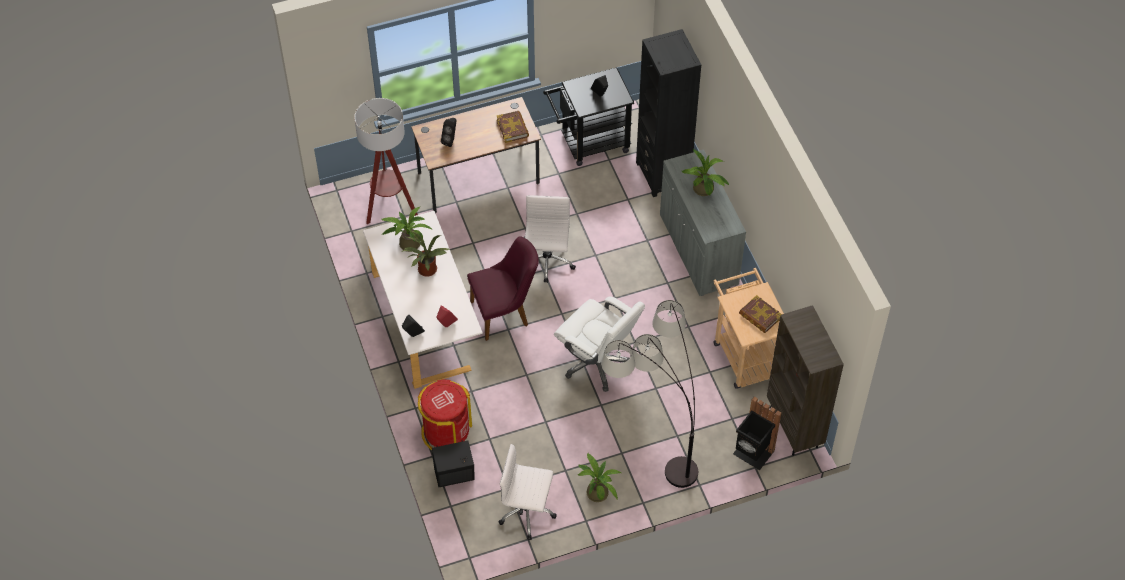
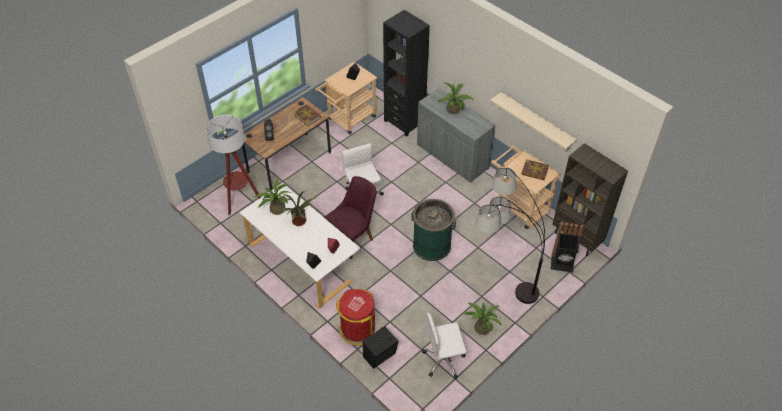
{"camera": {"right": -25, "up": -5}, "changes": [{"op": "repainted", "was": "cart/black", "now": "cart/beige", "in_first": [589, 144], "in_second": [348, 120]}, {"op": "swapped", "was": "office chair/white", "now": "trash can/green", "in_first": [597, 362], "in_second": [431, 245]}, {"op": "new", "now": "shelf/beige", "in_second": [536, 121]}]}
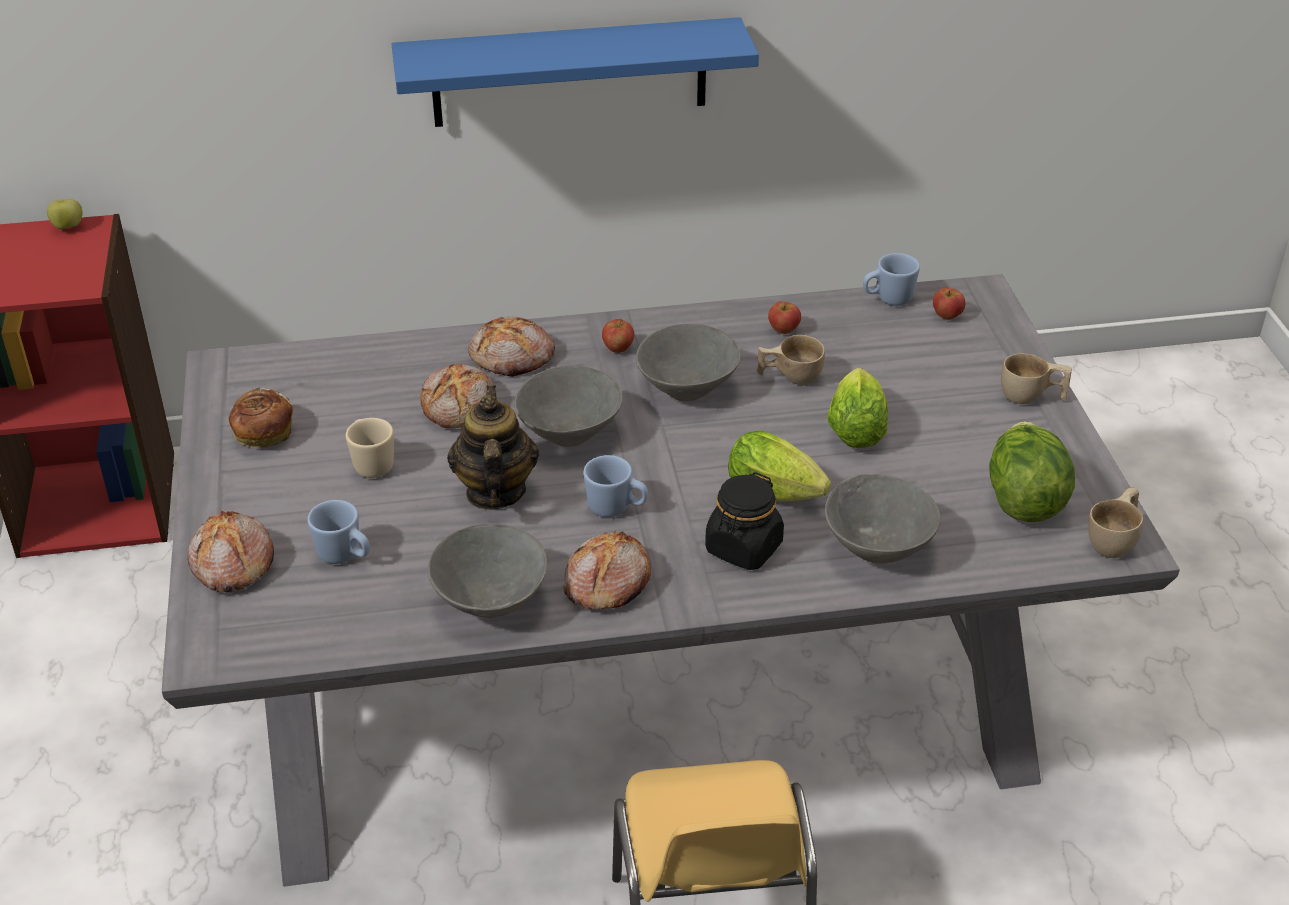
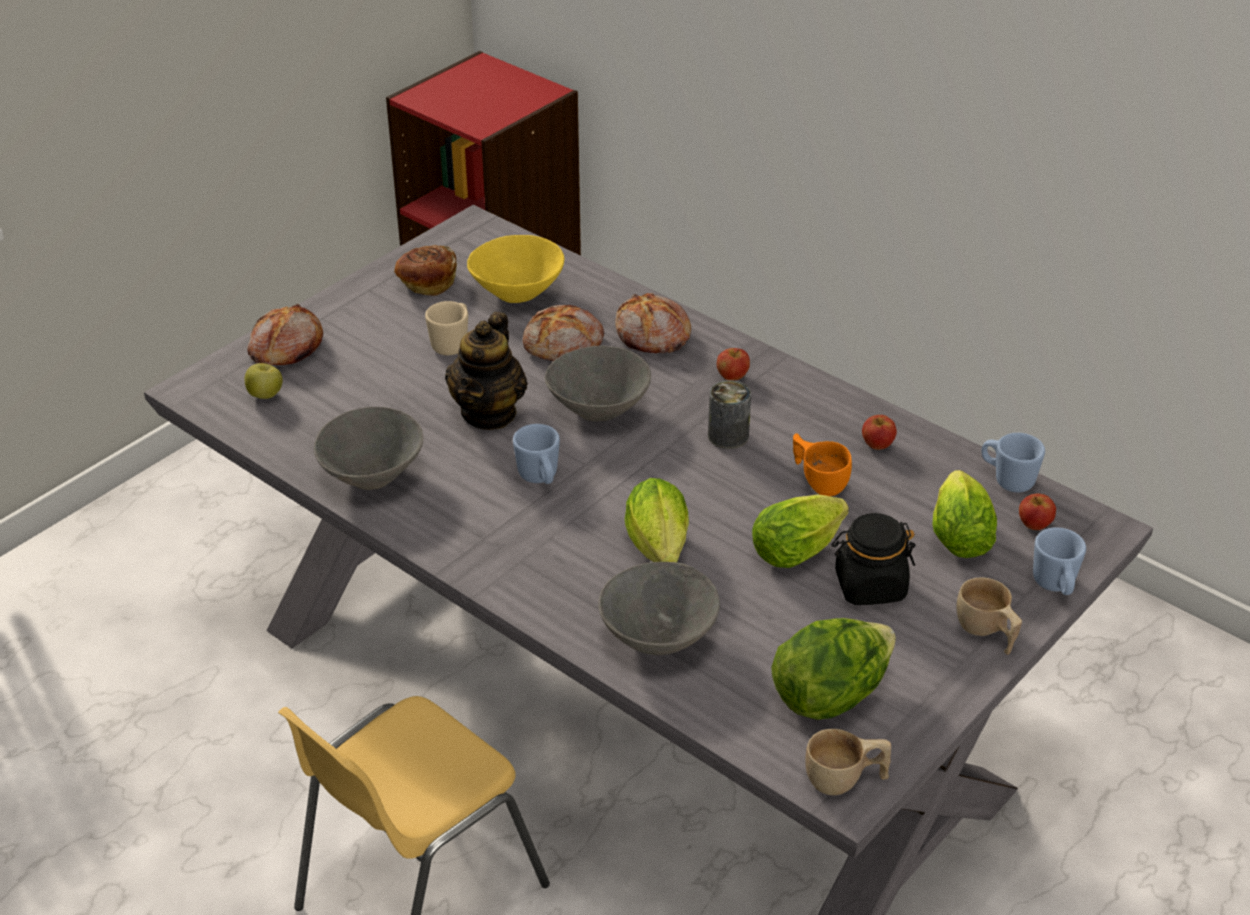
{"camera": {"right": 50, "up": 0}, "changes": [{"op": "gone", "was": "shelf/blue", "in_first": [569, 72]}, {"op": "shifted", "was": "apple", "in_first": [68, 227], "in_second": [265, 395]}, {"op": "swapped", "was": "bowl/grey", "now": "can", "in_first": [685, 389], "in_second": [728, 436]}, {"op": "repainted", "was": "cup/beige", "now": "cup/orange", "in_first": [789, 377], "in_second": [818, 480]}, {"op": "rotated", "was": "teapot", "in_first": [494, 492], "in_second": [489, 413], "clockwise": 150}, {"op": "shifted", "was": "jar/black", "in_first": [743, 548], "in_second": [869, 586]}, {"op": "shifted", "was": "mug/blue", "in_first": [345, 556], "in_second": [1055, 586]}, {"op": "gone", "was": "bread", "in_first": [605, 582]}, {"op": "new", "now": "bowl/yellow", "in_second": [516, 292]}, {"op": "new", "now": "lettuce", "in_second": [958, 533]}]}
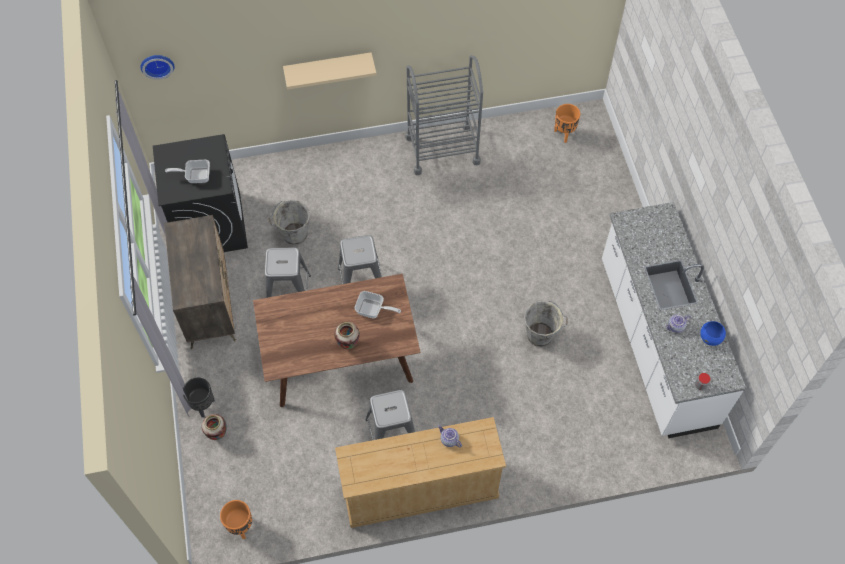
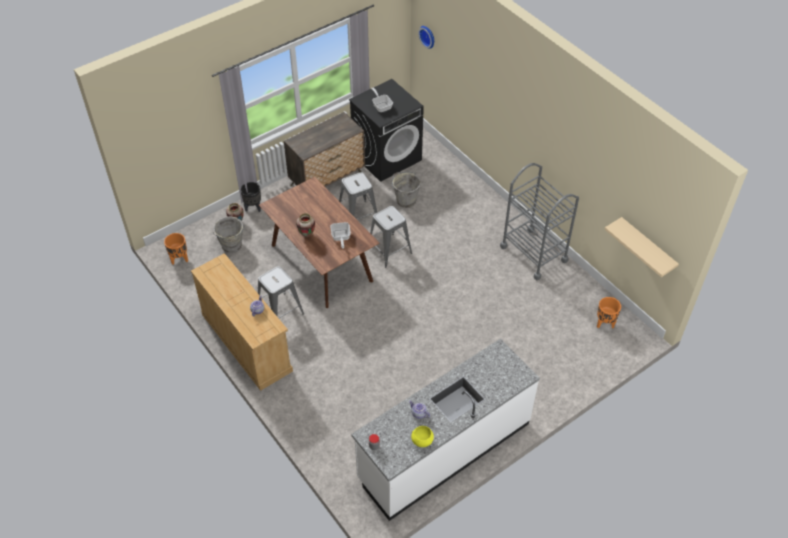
{"camera": {"right": 65, "up": -10}, "changes": [{"op": "shifted", "was": "shelf/beige", "in_first": [328, 67], "in_second": [647, 247]}, {"op": "shifted", "was": "bucket/grey", "in_first": [541, 335], "in_second": [232, 246]}, {"op": "repainted", "was": "bowl/blue", "now": "bowl/yellow", "in_first": [710, 338], "in_second": [422, 441]}]}
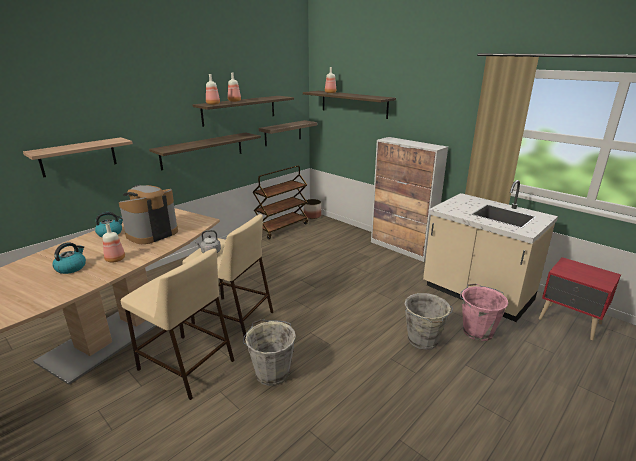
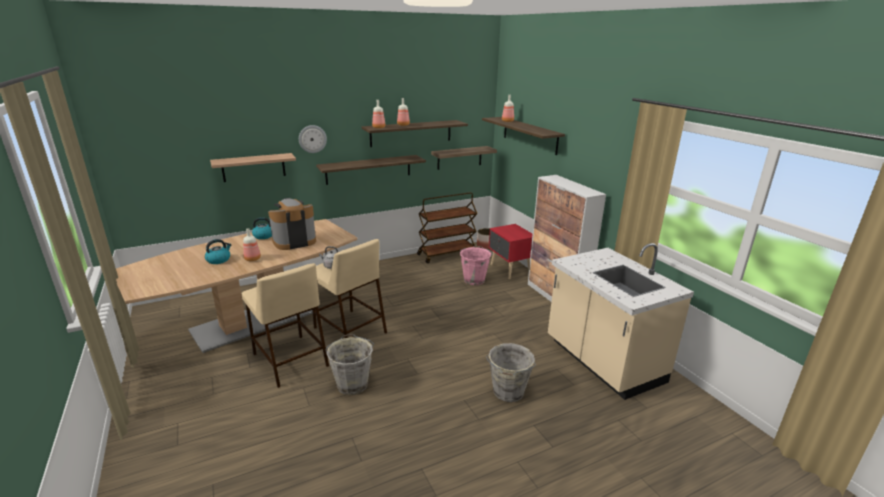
{"camera": {"right": 20, "up": 0}, "changes": [{"op": "shifted", "was": "nightstand/red", "in_first": [570, 322], "in_second": [509, 270]}, {"op": "shifted", "was": "bucket/pink", "in_first": [477, 331], "in_second": [474, 279]}, {"op": "new", "now": "wall clock", "in_second": [312, 139]}]}
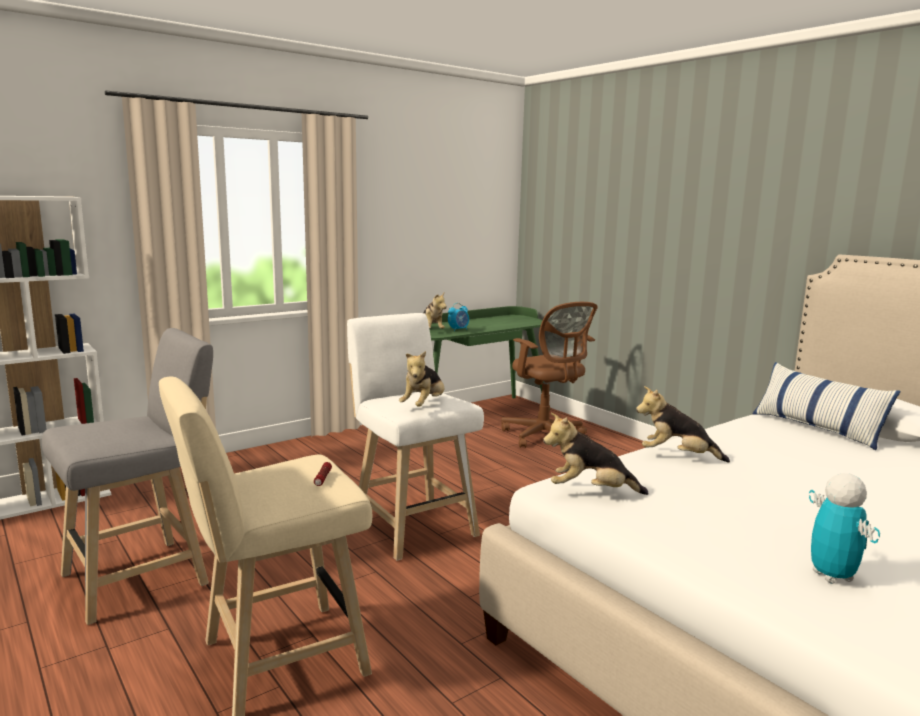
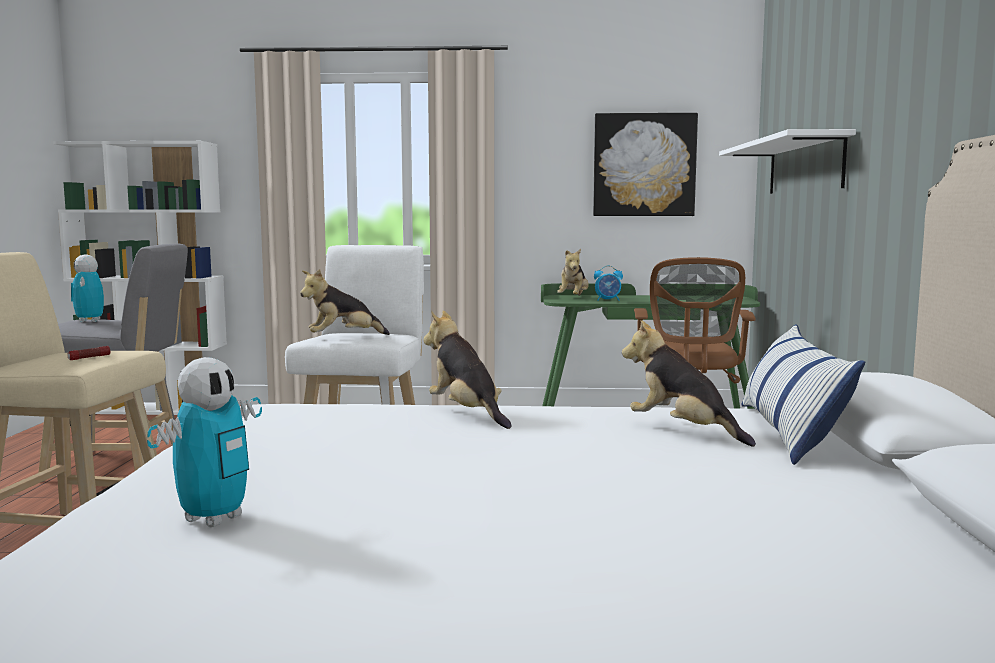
{"camera": {"right": 40, "up": -5}, "changes": [{"op": "shifted", "was": "plush toy", "in_first": [590, 491], "in_second": [683, 431]}, {"op": "new", "now": "picture", "in_second": [644, 165]}, {"op": "new", "now": "shelf/white", "in_second": [804, 166]}, {"op": "new", "now": "toy robot", "in_second": [89, 321]}]}
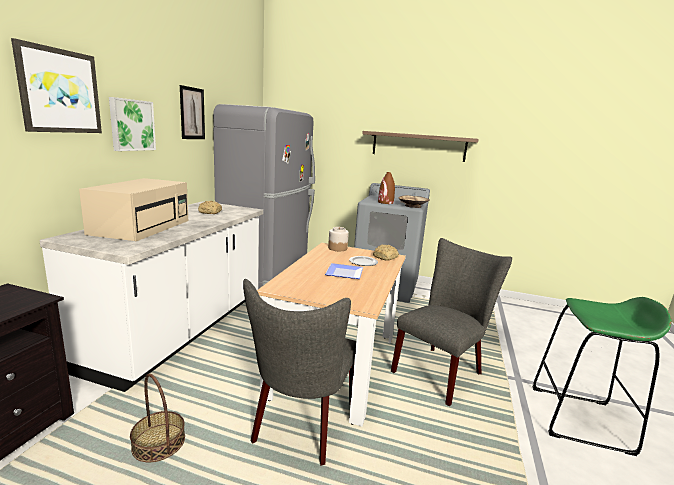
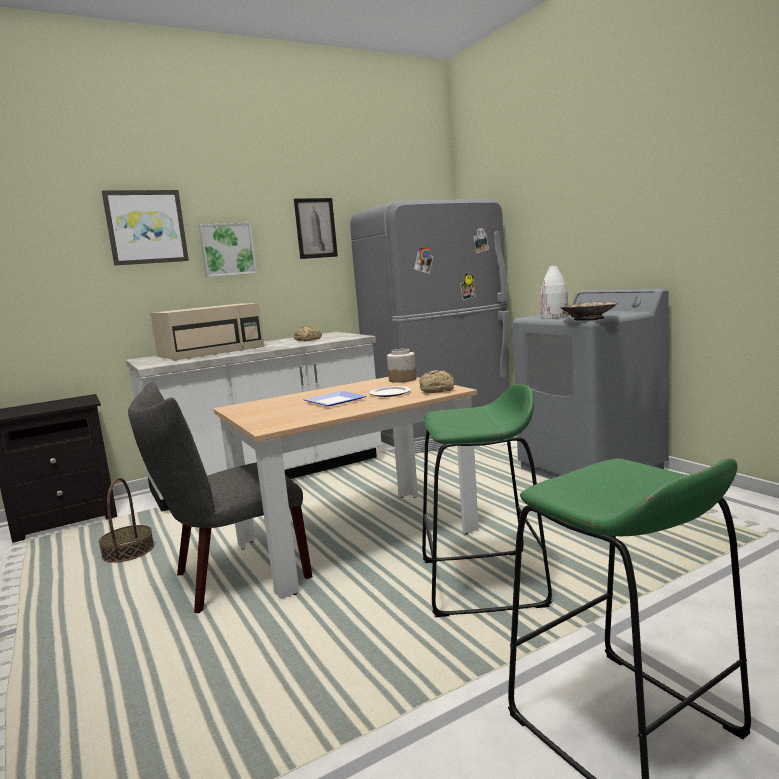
{"camera": {"right": 45, "up": -5}, "changes": [{"op": "gone", "was": "shelf", "in_first": [418, 146]}, {"op": "repainted", "was": "vase/brown", "now": "vase/white", "in_first": [385, 202], "in_second": [554, 317]}, {"op": "swapped", "was": "chair/grey", "now": "stool/green", "in_first": [441, 371], "in_second": [483, 582]}]}
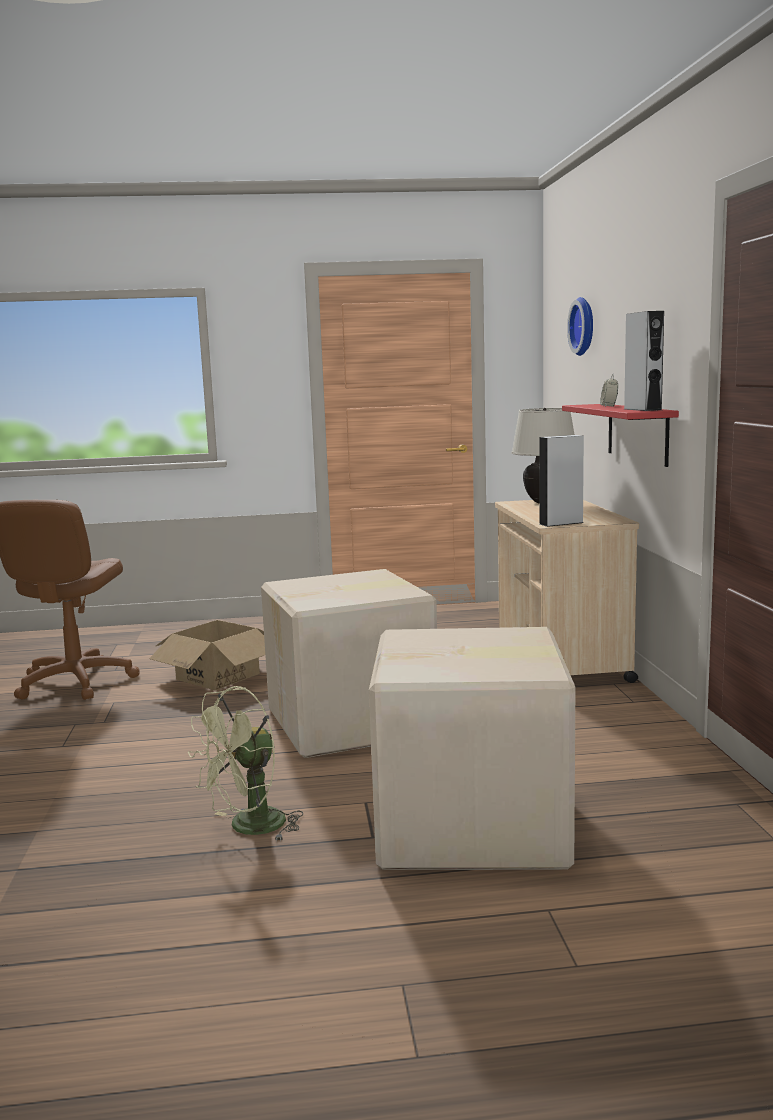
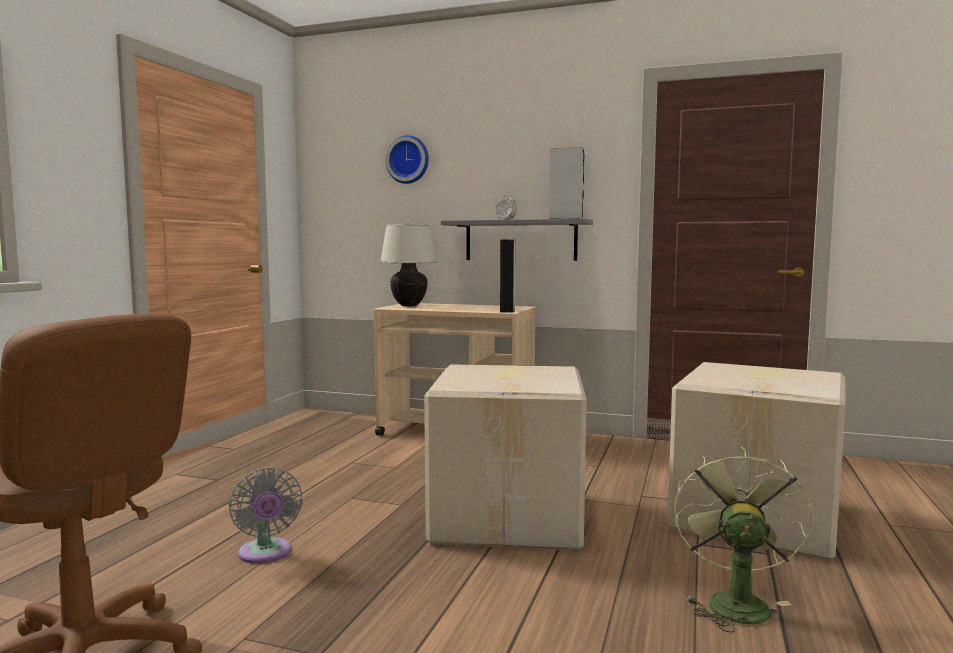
{"camera": {"right": -65, "up": -5}, "changes": [{"op": "repainted", "was": "shelf/red", "now": "shelf/grey", "in_first": [637, 433], "in_second": [520, 240]}, {"op": "swapped", "was": "cardboard box", "now": "fan/grey", "in_first": [218, 676], "in_second": [265, 554]}, {"op": "rotated", "was": "fan/green", "in_first": [248, 828], "in_second": [734, 602], "clockwise": -150}]}
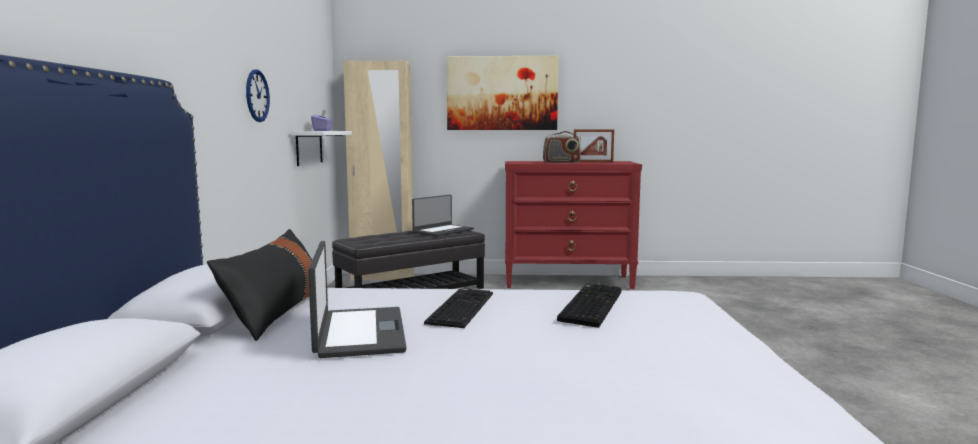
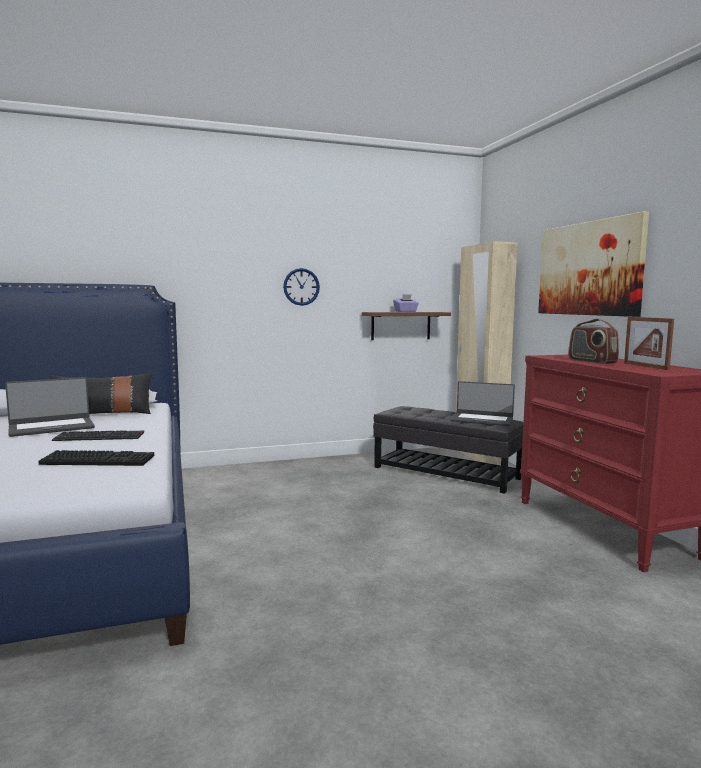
{"camera": {"right": 70, "up": 0}, "changes": [{"op": "repainted", "was": "shelf/white", "now": "shelf/brown", "in_first": [309, 147], "in_second": [401, 325]}]}
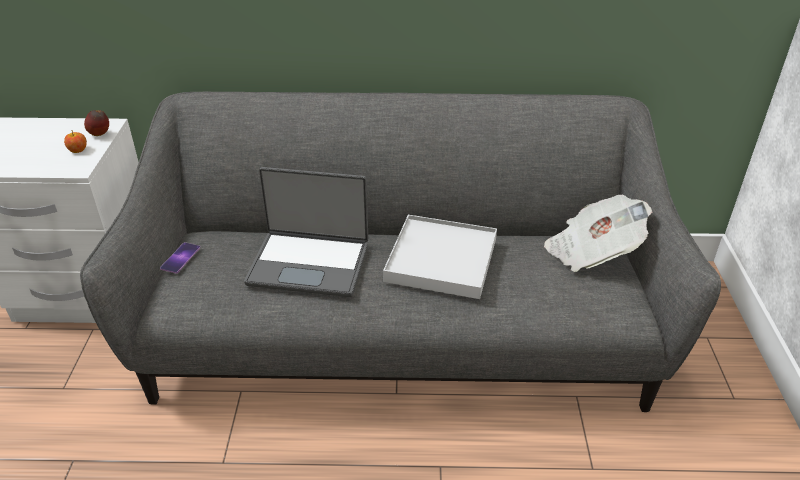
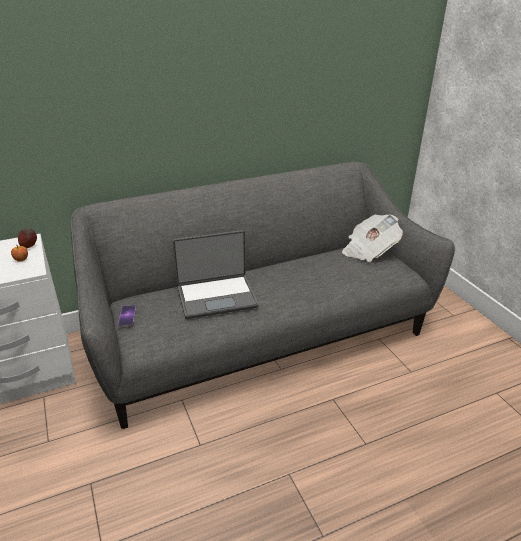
{"camera": {"right": -25, "up": -5}, "changes": [{"op": "gone", "was": "tray/white", "in_first": [442, 260]}]}
